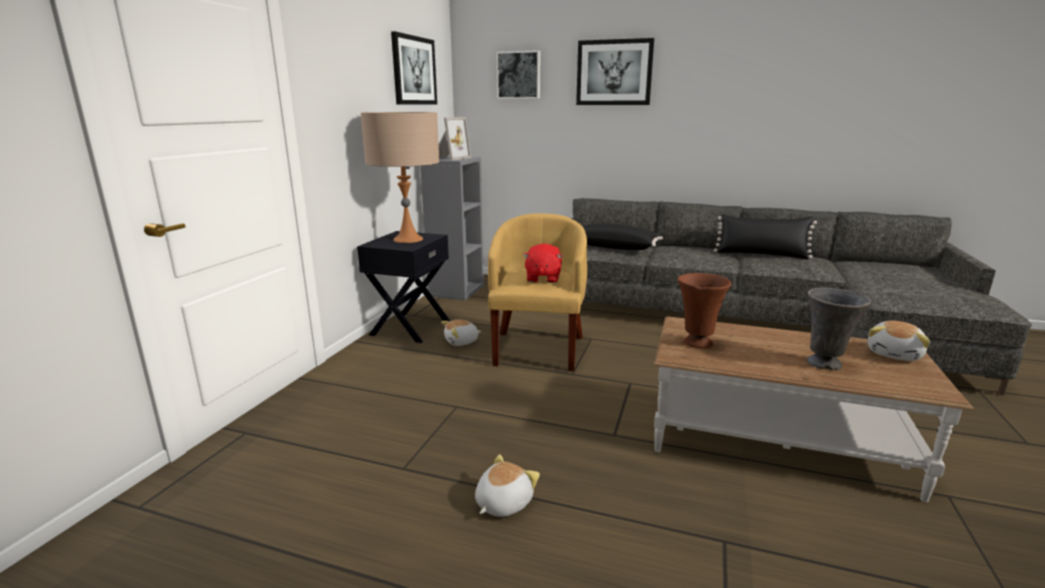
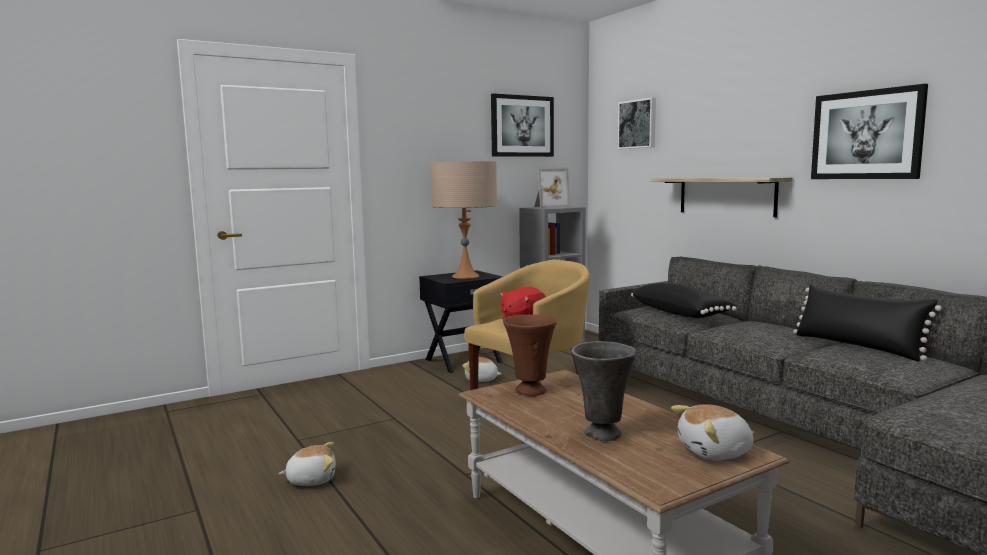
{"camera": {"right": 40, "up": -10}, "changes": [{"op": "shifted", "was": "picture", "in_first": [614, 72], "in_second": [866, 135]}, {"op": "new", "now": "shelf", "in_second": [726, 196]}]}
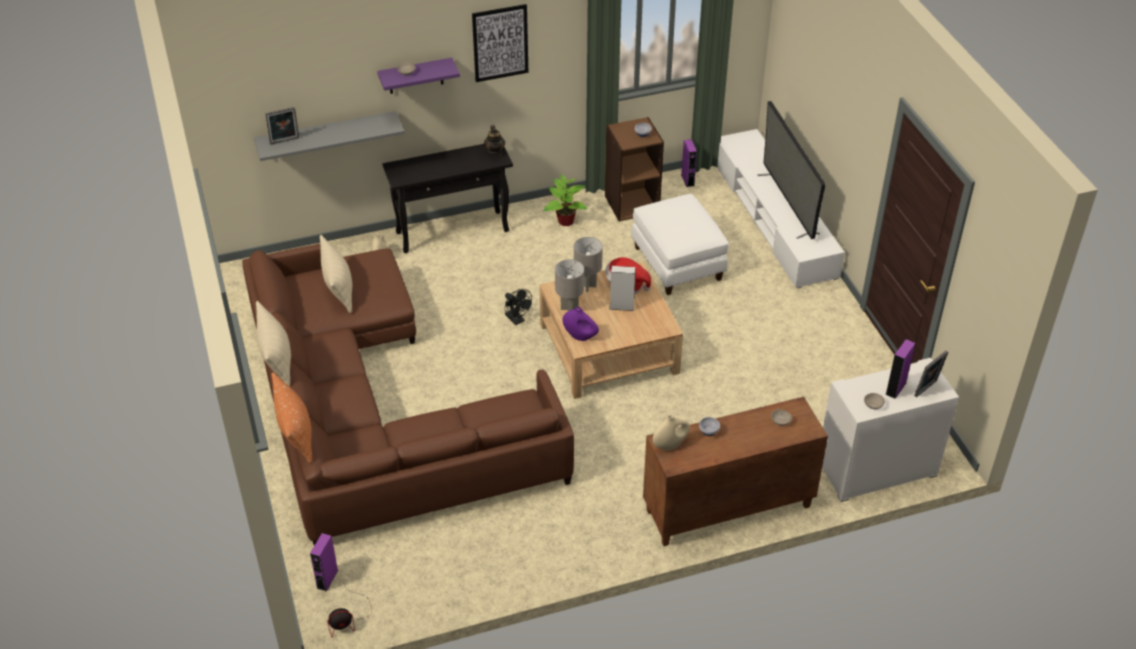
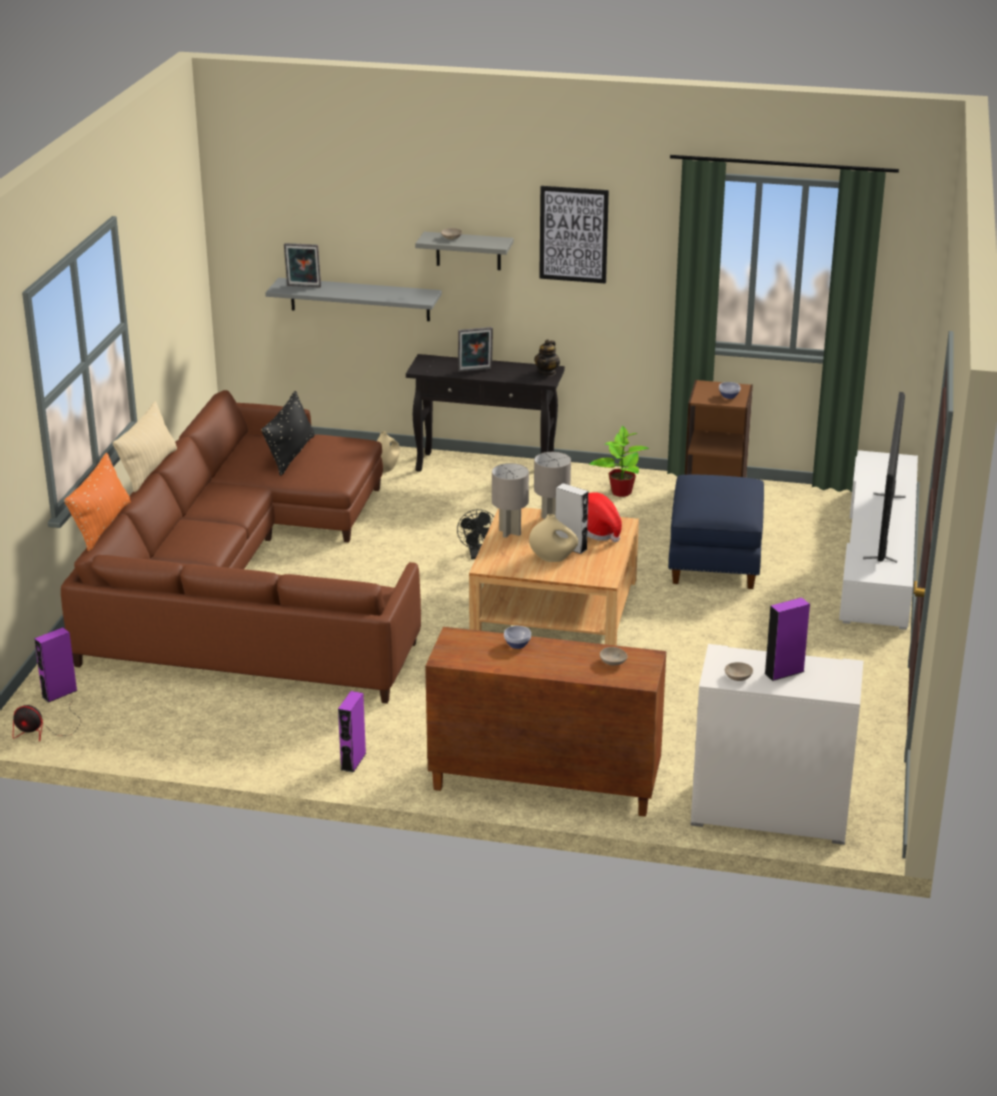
{"camera": {"right": 30, "up": -15}, "changes": [{"op": "repainted", "was": "shelf/purple", "now": "shelf/grey", "in_first": [415, 76], "in_second": [468, 251]}, {"op": "shifted", "was": "speaker/purple", "in_first": [687, 180], "in_second": [353, 761]}, {"op": "repainted", "was": "ottoman/white", "now": "ottoman/blue", "in_first": [678, 263], "in_second": [716, 561]}, {"op": "repainted", "was": "pillow/beige", "now": "pillow/black", "in_first": [338, 288], "in_second": [290, 455]}, {"op": "gone", "was": "vase/purple", "in_first": [580, 336]}, {"op": "shifted", "was": "picture frame", "in_first": [927, 389], "in_second": [475, 370]}, {"op": "shifted", "was": "vase/beige", "in_first": [670, 444], "in_second": [553, 558]}]}
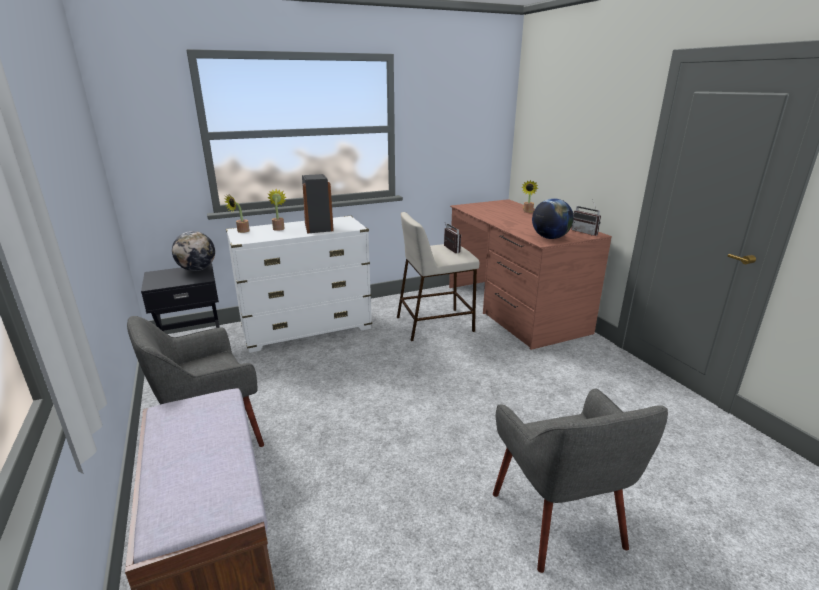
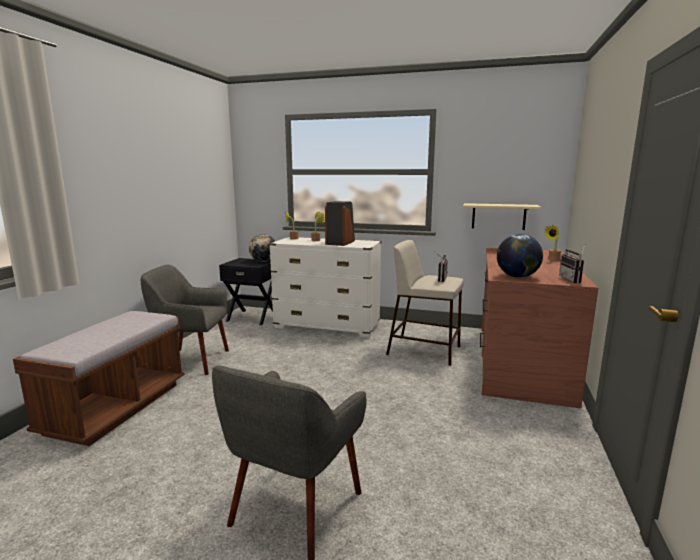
{"camera": {"right": 40, "up": -10}, "changes": [{"op": "new", "now": "shelf/beige", "in_second": [498, 216]}]}
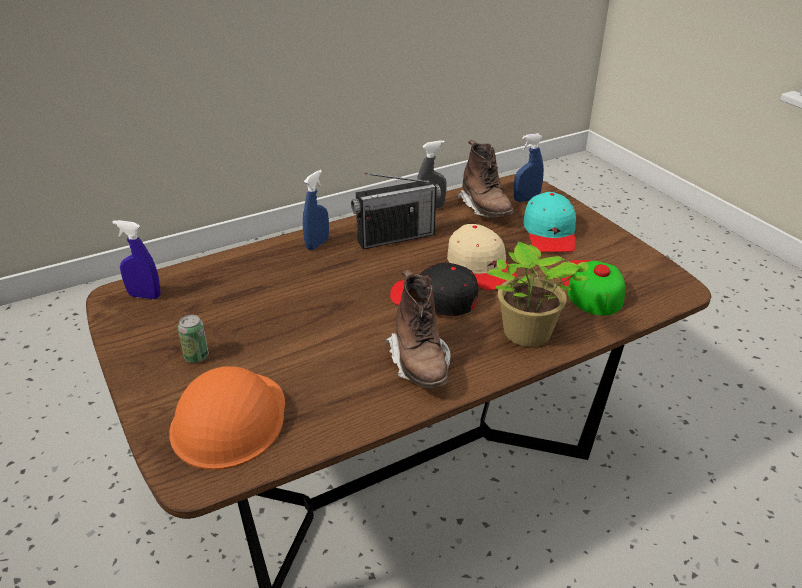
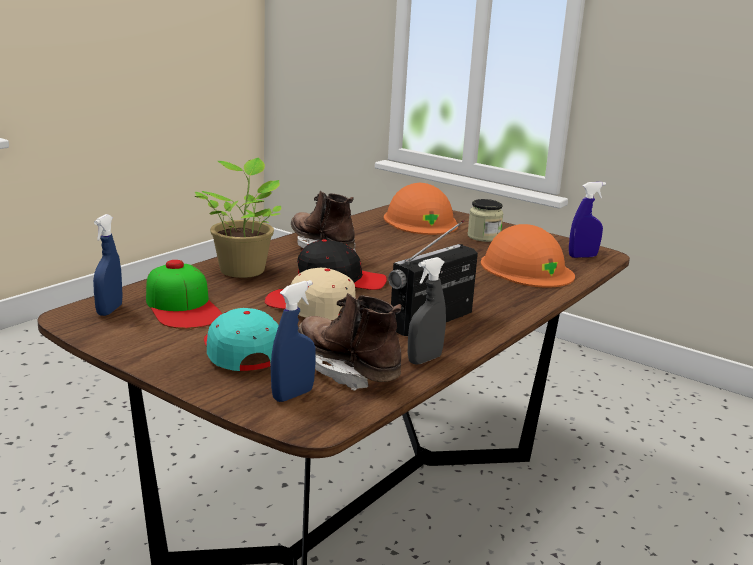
{"camera": {"right": 155, "up": -15}, "changes": [{"op": "shifted", "was": "spray bottle/blue", "in_first": [317, 244], "in_second": [109, 310]}, {"op": "swapped", "was": "can", "now": "jar", "in_first": [196, 357], "in_second": [483, 237]}, {"op": "new", "now": "hard hat/orange", "in_second": [526, 269]}]}
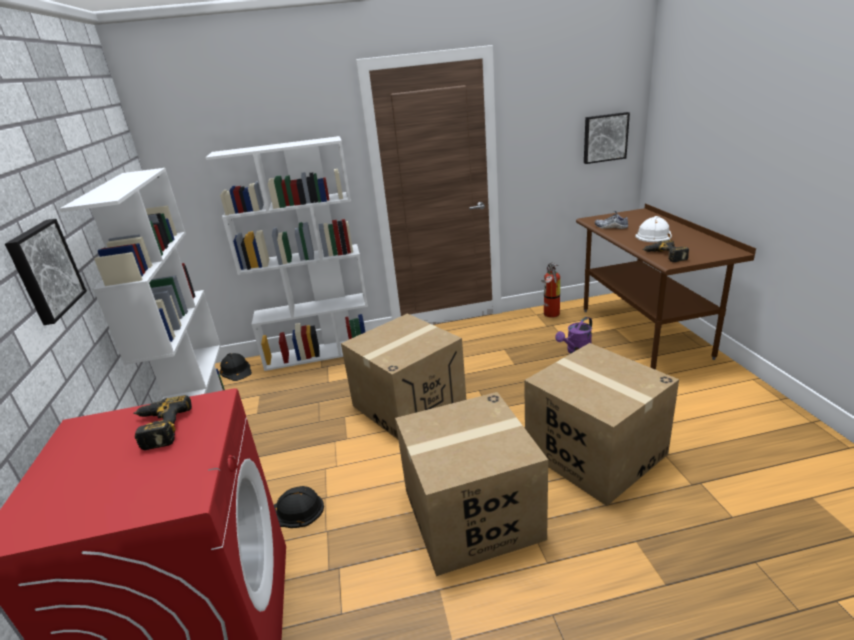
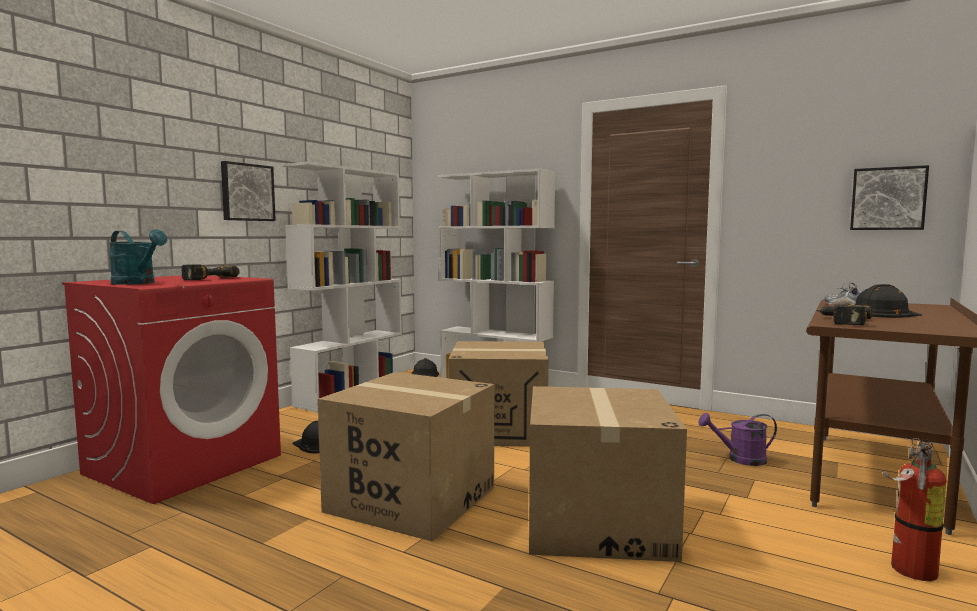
{"camera": {"right": 40, "up": -20}, "changes": [{"op": "repainted", "was": "hard hat/white", "now": "hard hat/black", "in_first": [654, 235], "in_second": [884, 314]}, {"op": "shifted", "was": "fire extinguisher", "in_first": [550, 315], "in_second": [909, 571]}, {"op": "new", "now": "watering can/turquoise", "in_second": [138, 283]}]}
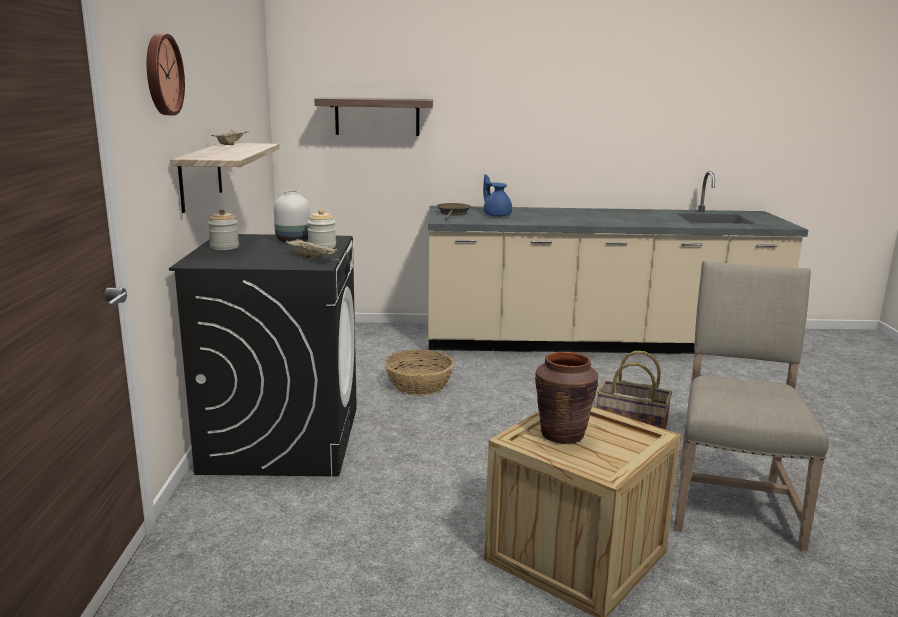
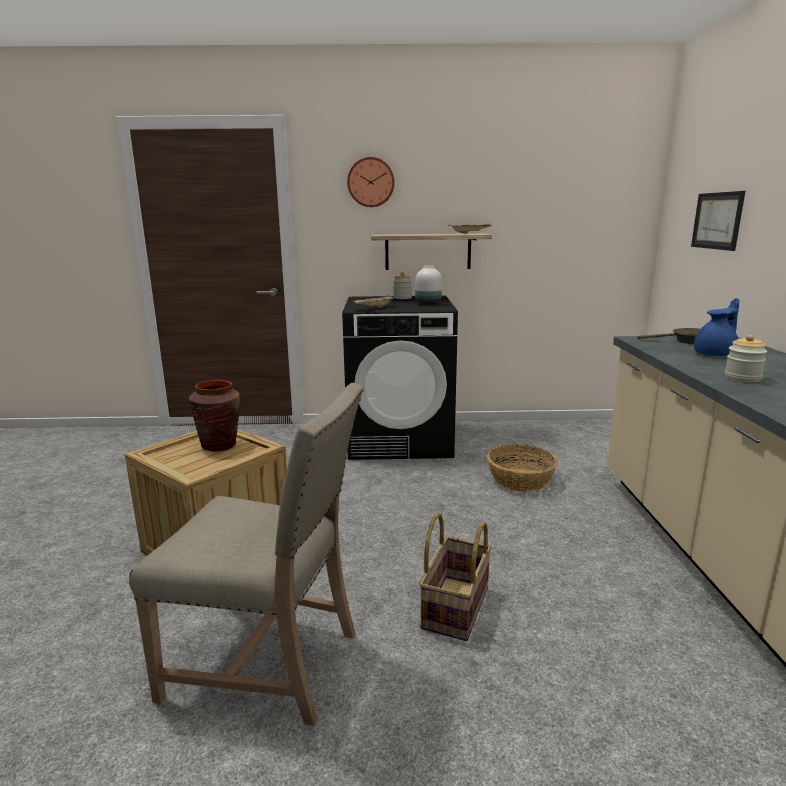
{"camera": {"right": 90, "up": 0}, "changes": [{"op": "swapped", "was": "shelf", "now": "picture", "in_first": [377, 116], "in_second": [717, 220]}, {"op": "shifted", "was": "jar", "in_first": [322, 246], "in_second": [742, 378]}]}
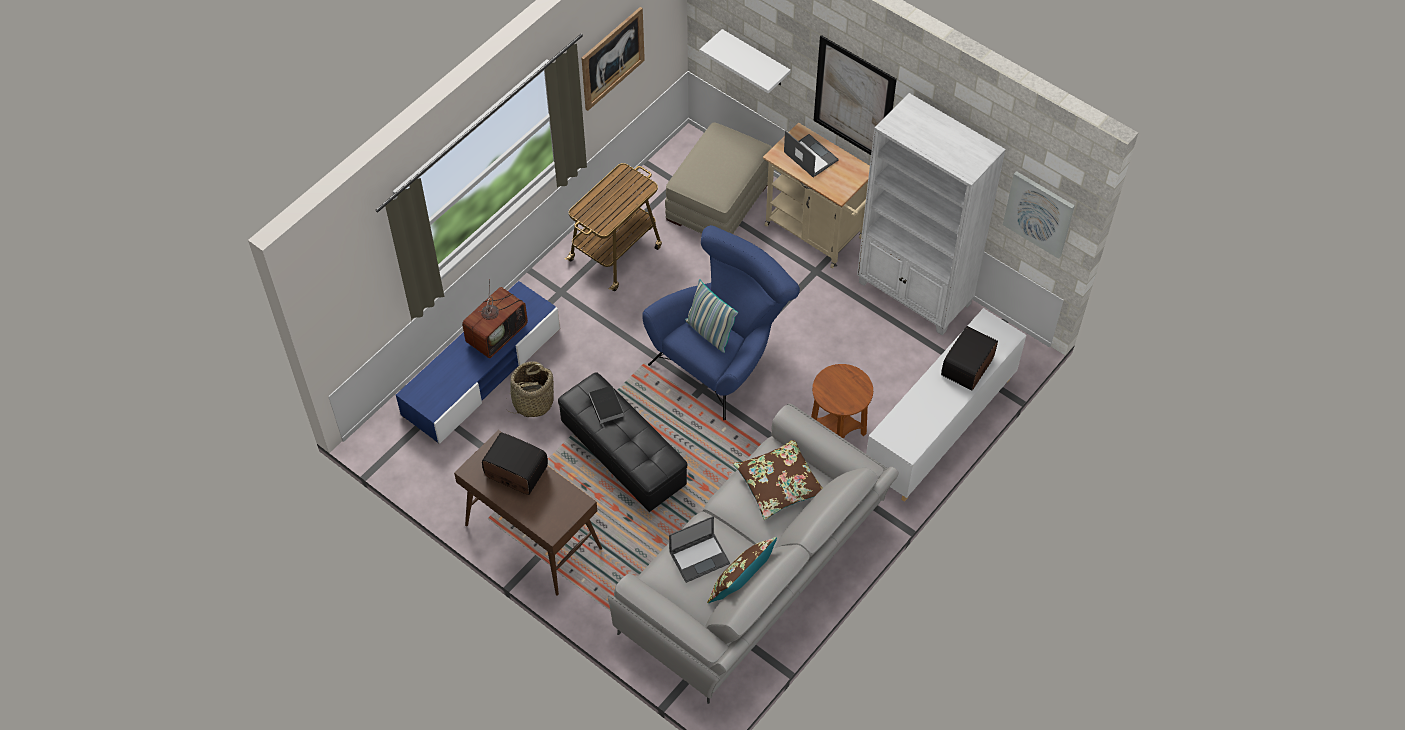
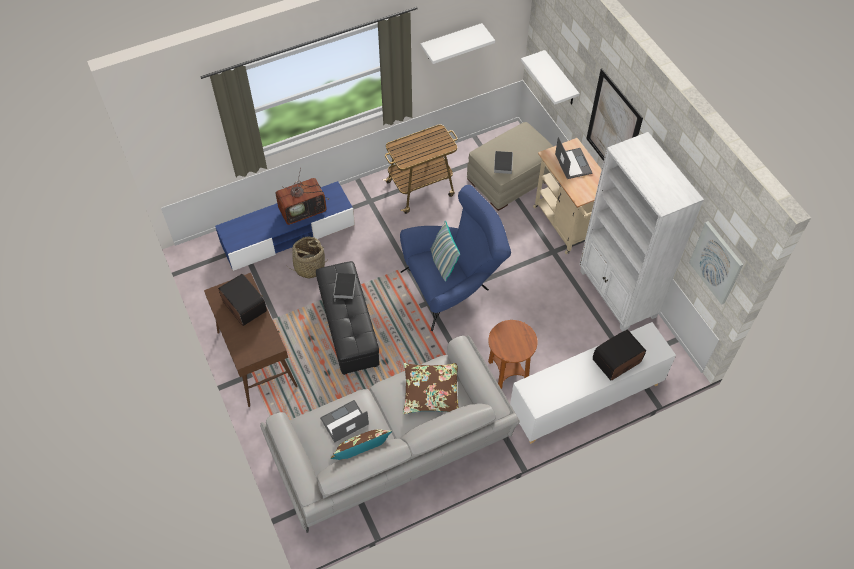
{"camera": {"right": 25, "up": 0}, "changes": [{"op": "swapped", "was": "picture", "now": "shelf/white", "in_first": [612, 58], "in_second": [451, 42]}, {"op": "rotated", "was": "laptop", "in_first": [700, 557], "in_second": [344, 422], "clockwise": 150}, {"op": "new", "now": "book", "in_second": [503, 163]}]}
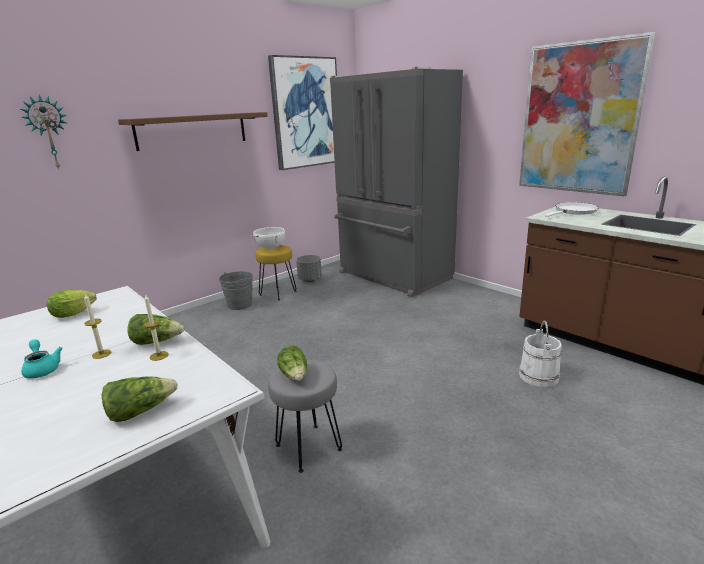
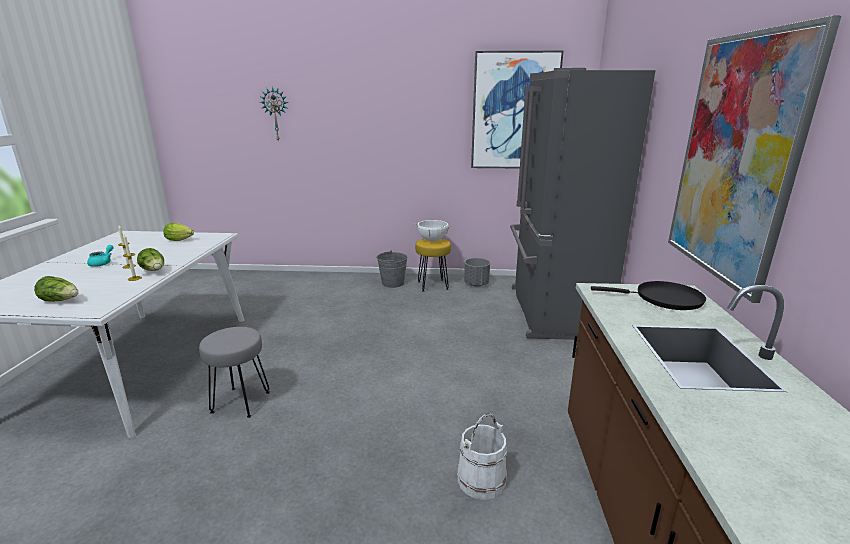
{"camera": {"right": 45, "up": 0}, "changes": [{"op": "gone", "was": "shelf/brown", "in_first": [192, 130]}, {"op": "repainted", "was": "frying pan/white", "now": "frying pan/black", "in_first": [574, 211], "in_second": [664, 299]}, {"op": "gone", "was": "lettuce", "in_first": [295, 375]}]}
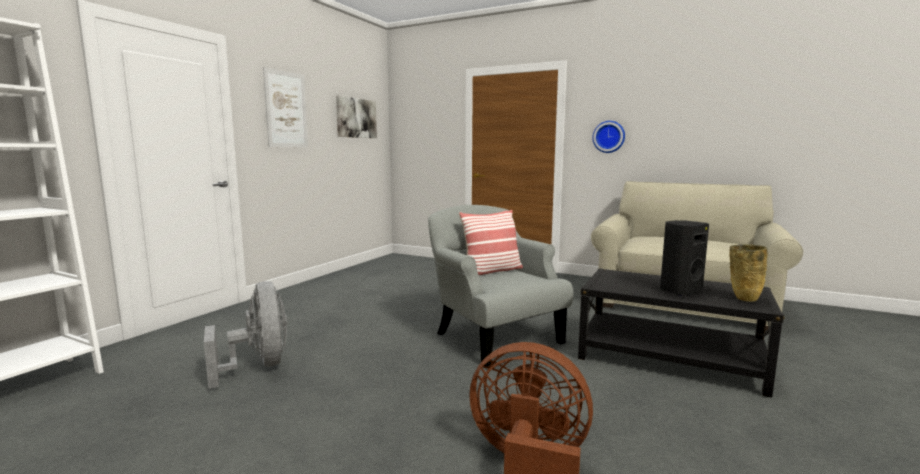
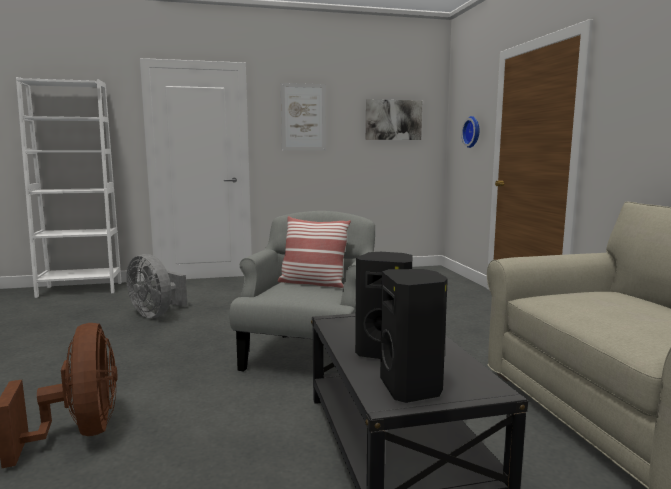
{"camera": {"right": 50, "up": 0}, "changes": [{"op": "shifted", "was": "wall clock", "in_first": [609, 137], "in_second": [473, 132]}, {"op": "swapped", "was": "vase/beige", "now": "speaker/black", "in_first": [743, 299], "in_second": [412, 388]}, {"op": "rotated", "was": "fan/grey", "in_first": [259, 366], "in_second": [156, 314], "clockwise": 105}]}
